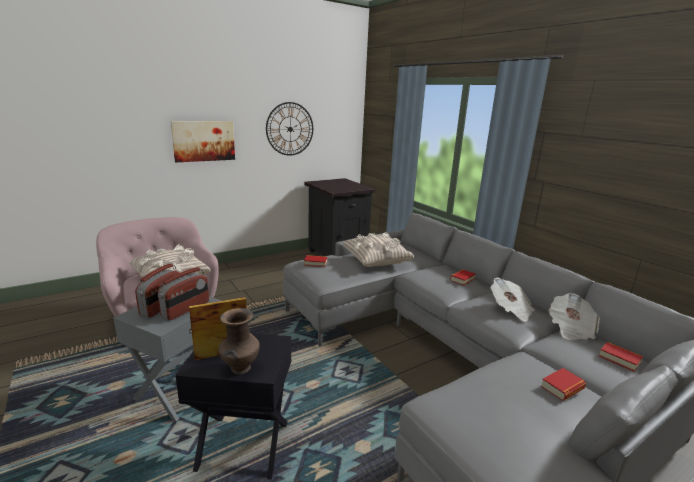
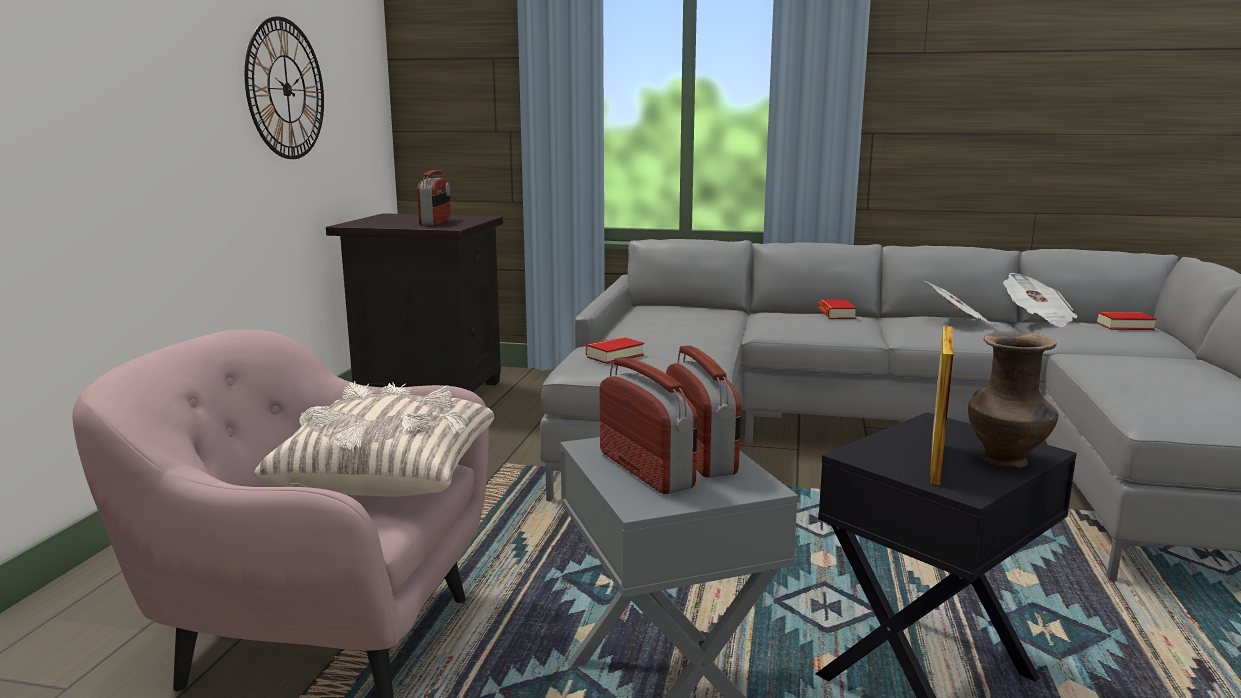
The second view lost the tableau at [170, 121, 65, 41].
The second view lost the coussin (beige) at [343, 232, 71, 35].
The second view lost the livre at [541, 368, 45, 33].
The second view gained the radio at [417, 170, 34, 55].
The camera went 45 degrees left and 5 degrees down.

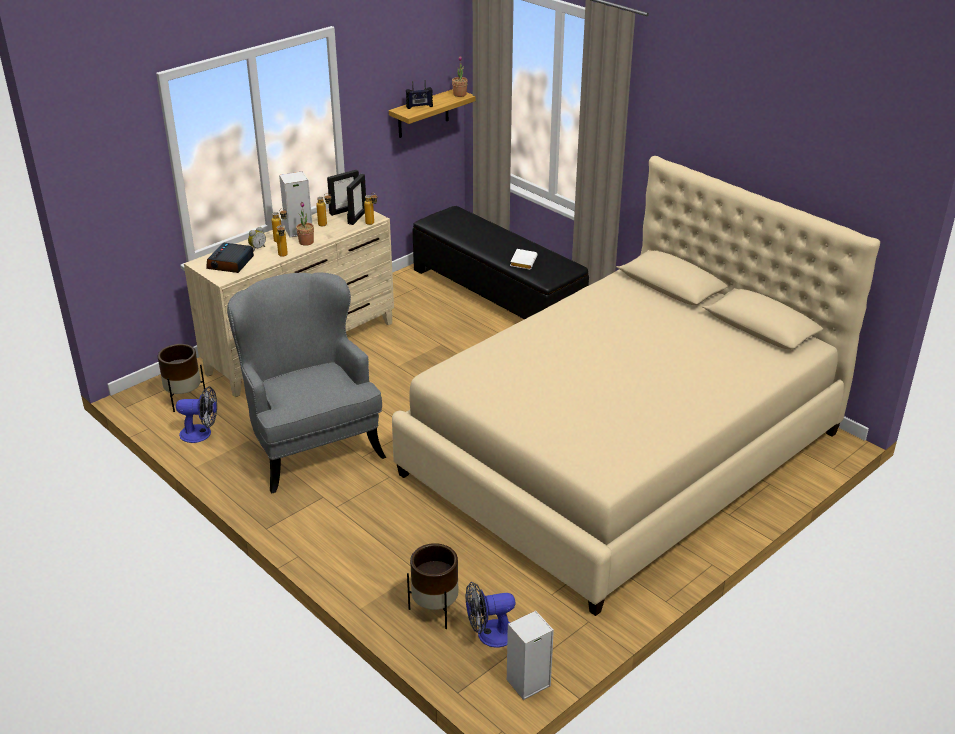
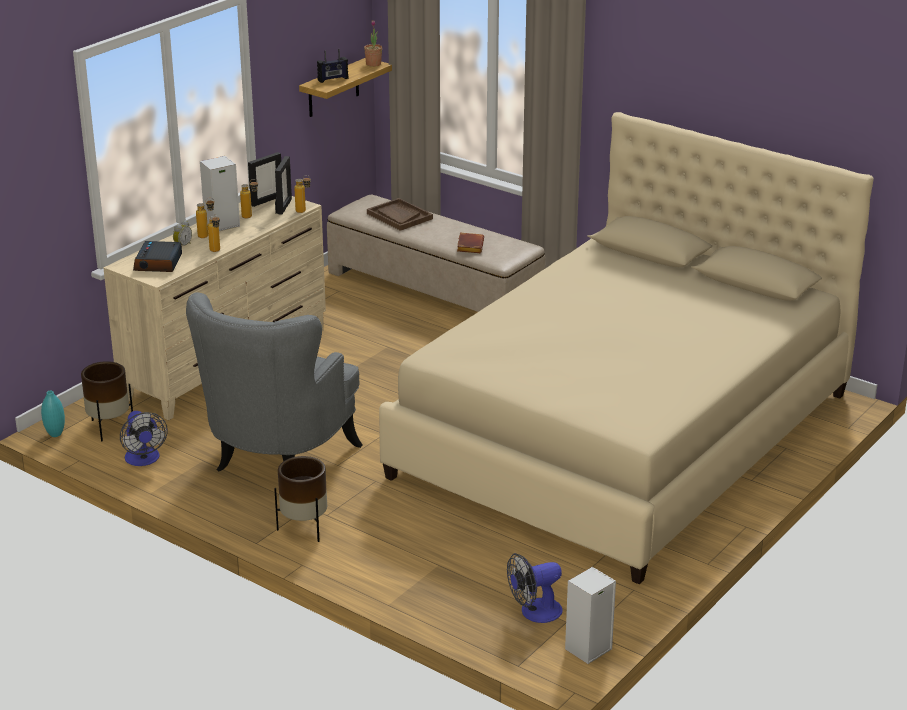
The second view lost the plante en pot at [296, 202, 18, 44].
The second view gained the vase (turquoise) at [41, 391, 24, 46].
The second view gained the plateau (marron) at [367, 198, 66, 33].
The cache-pot (marron) ended up elsewhere, having gone from [407, 543, 52, 86] to [274, 456, 53, 86].
What was the banc (noir) at [412, 206, 177, 113] turned into the banc (beige) at [327, 195, 219, 117].
What was the livre (blanc) at [510, 249, 28, 21] turned into the livre (marron) at [457, 233, 27, 20].
The ventilateur at [176, 386, 41, 57] ended up facing another way, 75 degrees clockwise from before.
The fauteuil (gris) at [227, 272, 160, 222] ended up facing another way, 120 degrees counterclockwise from before.
The camera went 10 degrees left and 5 degrees down.

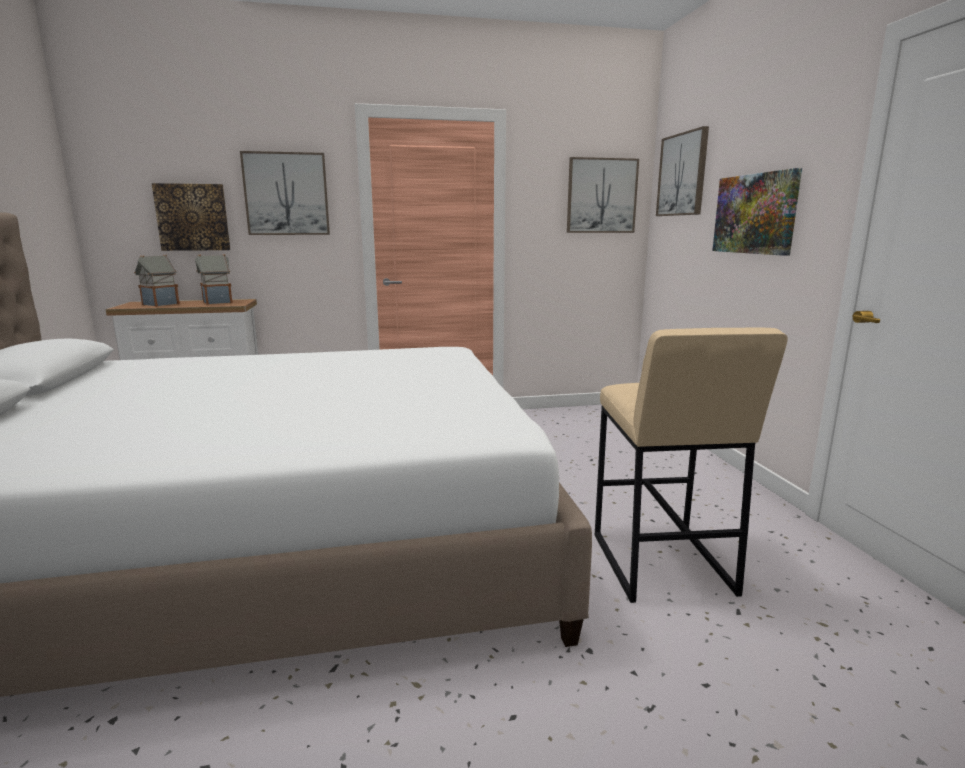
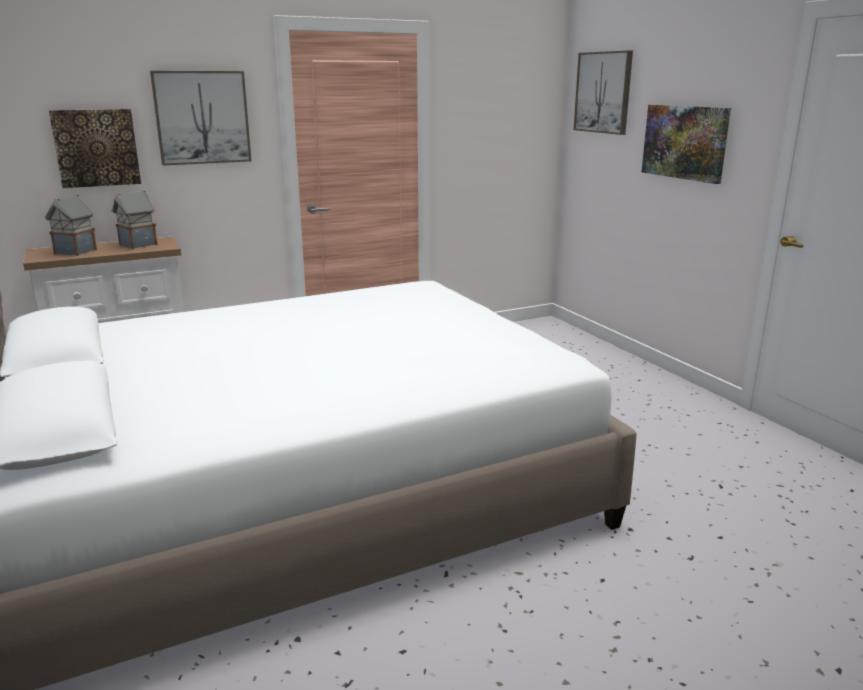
The second view lost the tableau at [567, 157, 72, 76].
The second view lost the tabouret (beige) at [595, 328, 193, 275].
The camera went 15 degrees left and 5 degrees up.

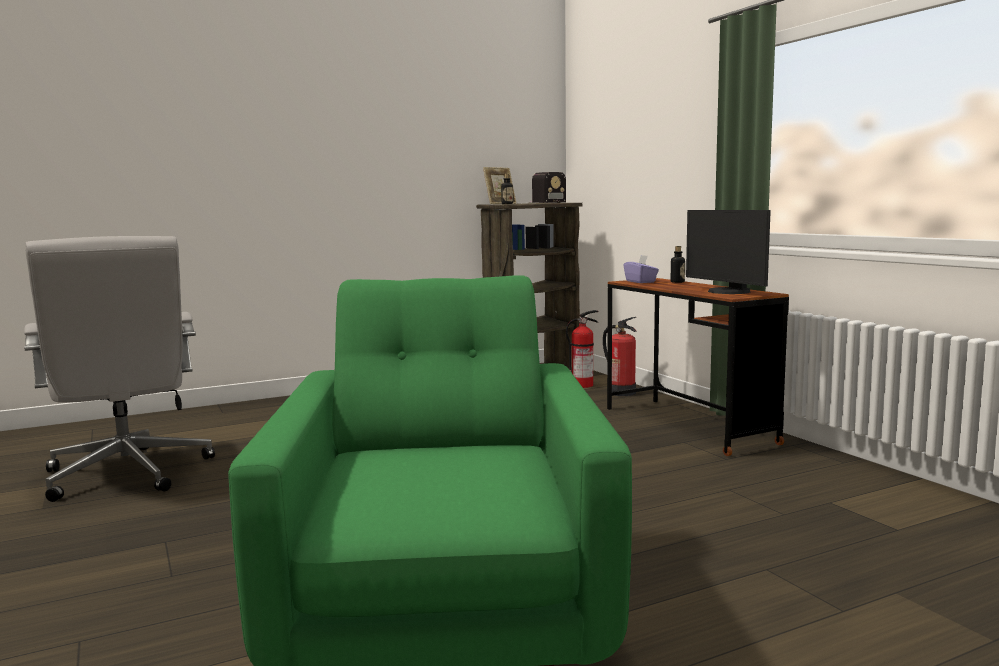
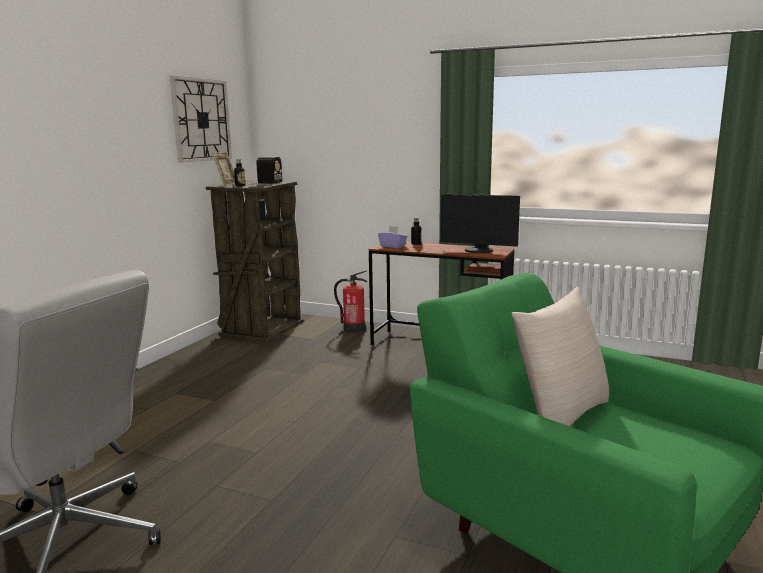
The second view lost the extincteur at [566, 310, 32, 78].
The second view gained the horloge murale at [170, 76, 62, 87].
The second view gained the coussin (beige) at [511, 287, 98, 139].
The camera went 40 degrees left and 5 degrees up.

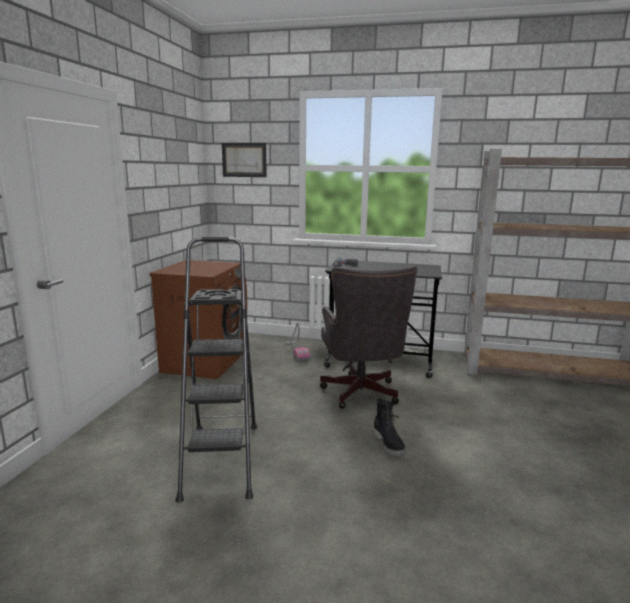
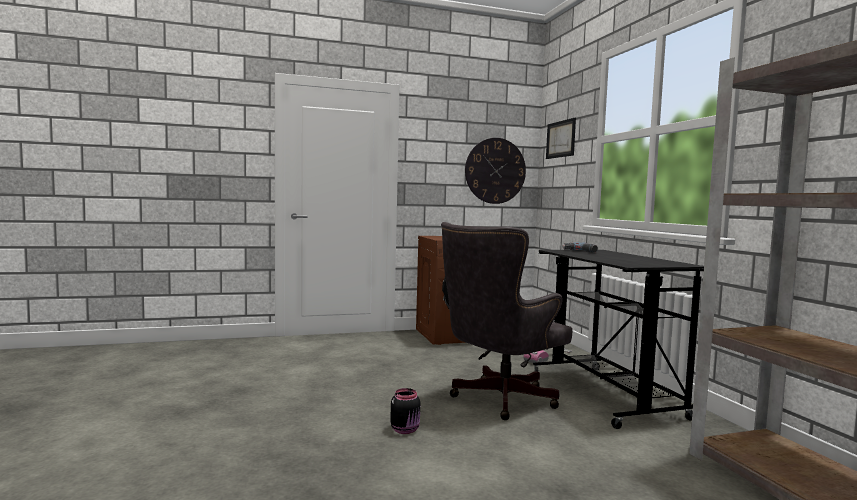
The second view lost the escabeau at [175, 237, 82, 265].
The second view gained the horloge murale at [465, 138, 61, 66].
Where the botte (noir) stood at [374, 398, 31, 58], the bocal (noir) came to stand at [390, 388, 30, 46].
The camera went 60 degrees right and 10 degrees down.

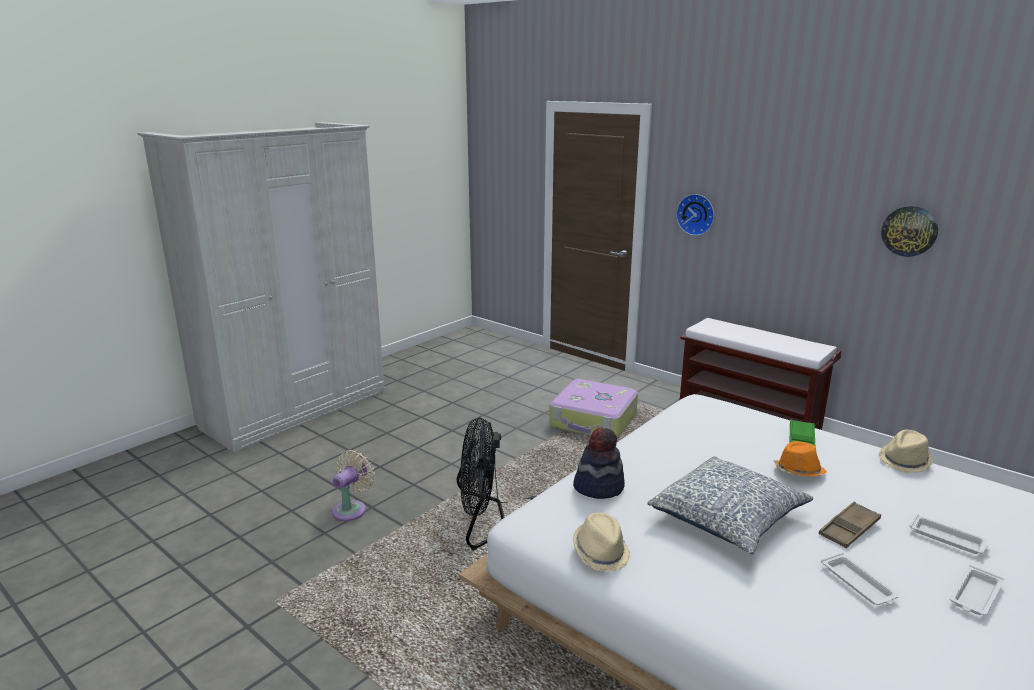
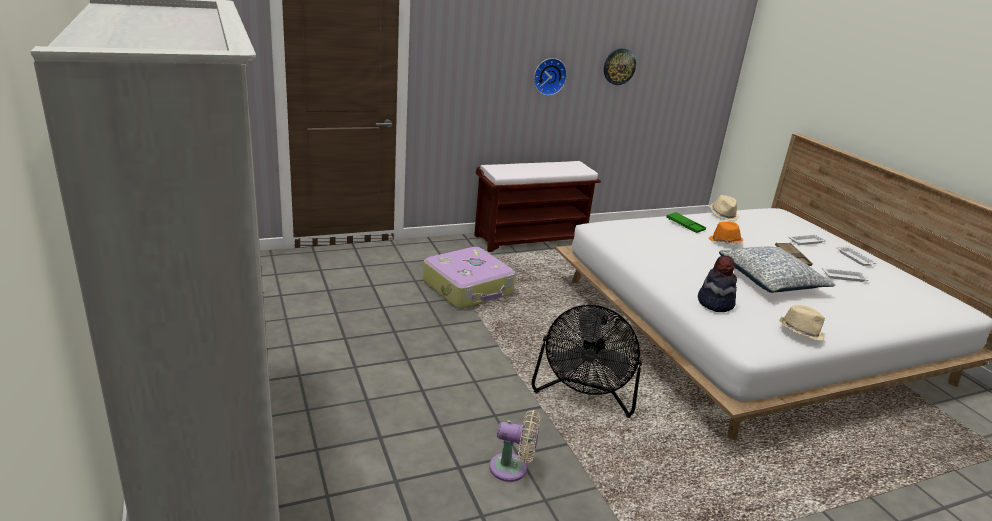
The horloge murale ended up elsewhere, having gone from [676, 194, 38, 42] to [534, 58, 33, 38].
The ventilateur (beige) at [332, 450, 43, 71] ended up facing another way, 135 degrees clockwise from before.
The camera went 65 degrees left and 5 degrees up.

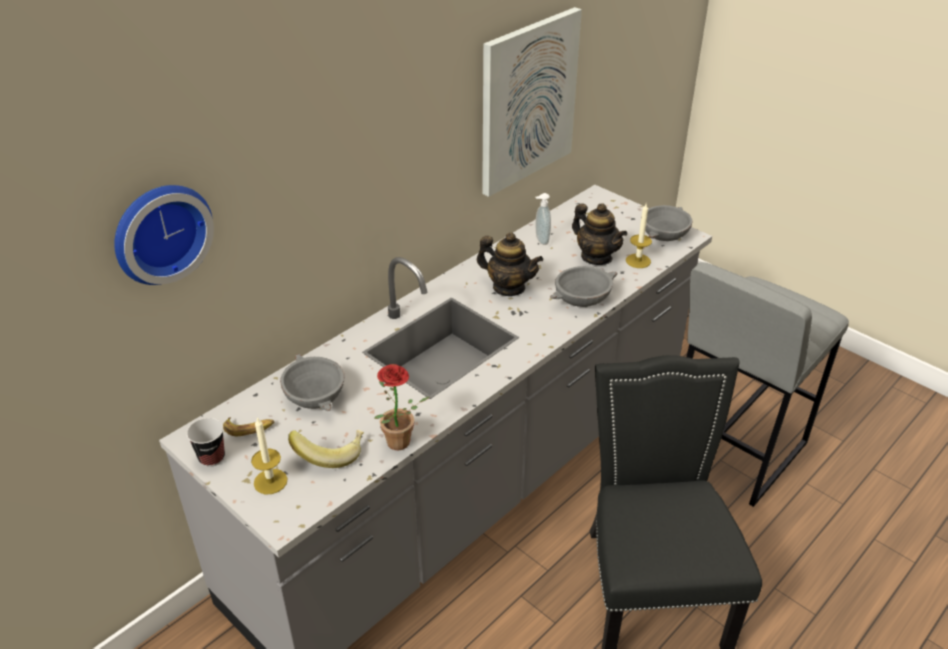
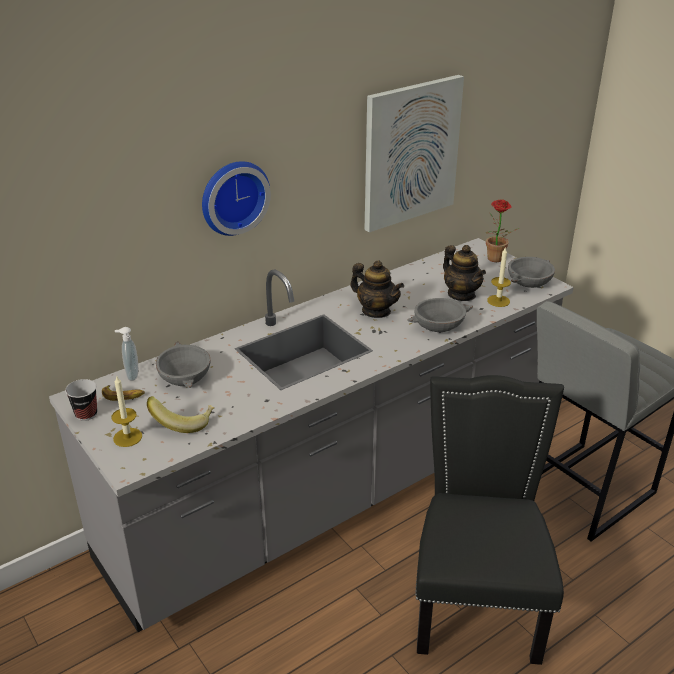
The horloge murale ended up elsewhere, having gone from [114, 185, 100, 100] to [202, 161, 69, 75].
The plante en pot ended up elsewhere, having gone from [374, 364, 56, 86] to [486, 199, 33, 63].
The distributeur de savon ended up elsewhere, having gone from [536, 193, 15, 52] to [115, 327, 23, 54].
The camera went 10 degrees right and 5 degrees down.

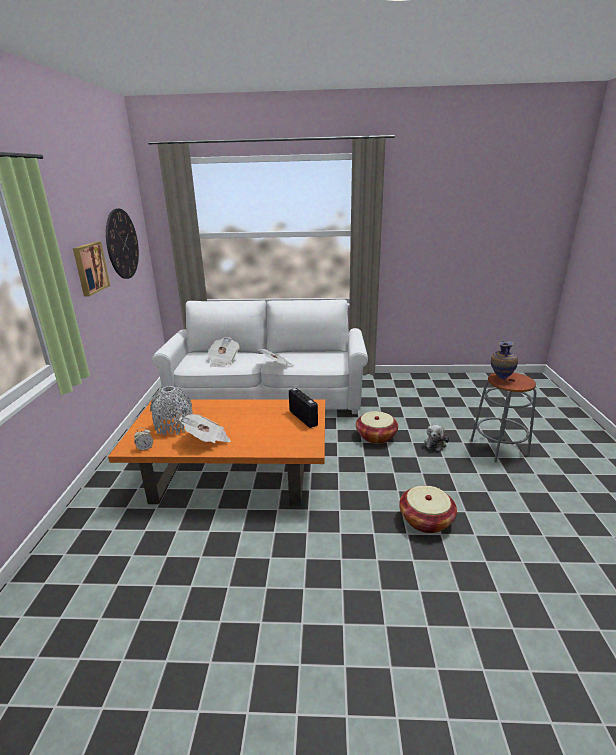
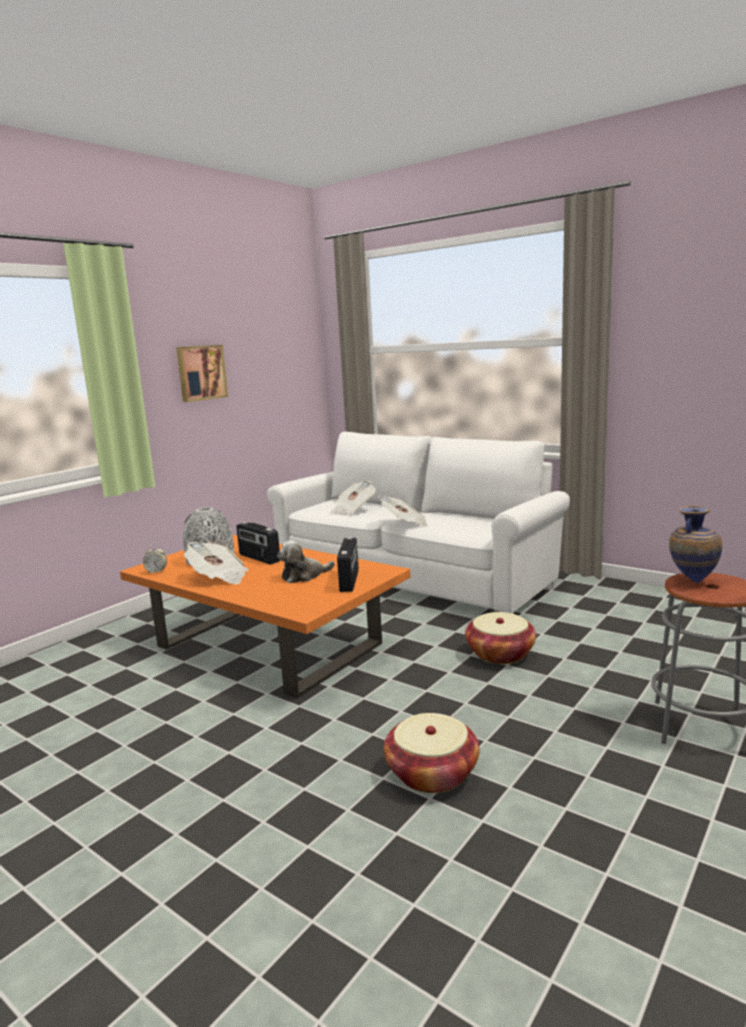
The second view lost the horloge murale at [106, 209, 33, 70].
The second view gained the radio at [236, 522, 44, 42].
The peluche ended up elsewhere, having gone from [424, 425, 25, 26] to [277, 540, 58, 43].
The camera went 35 degrees right and 10 degrees down.

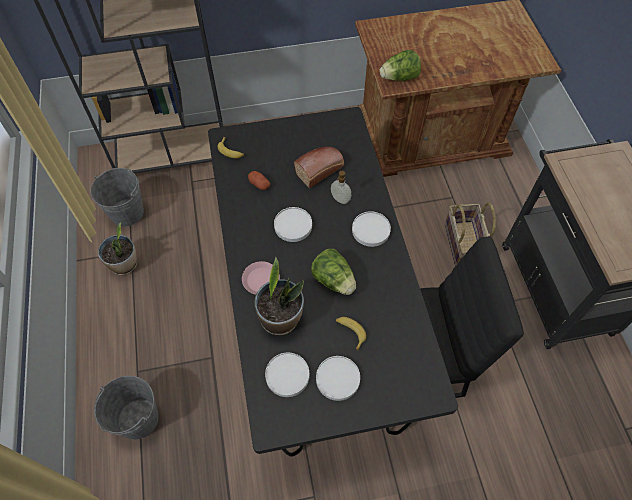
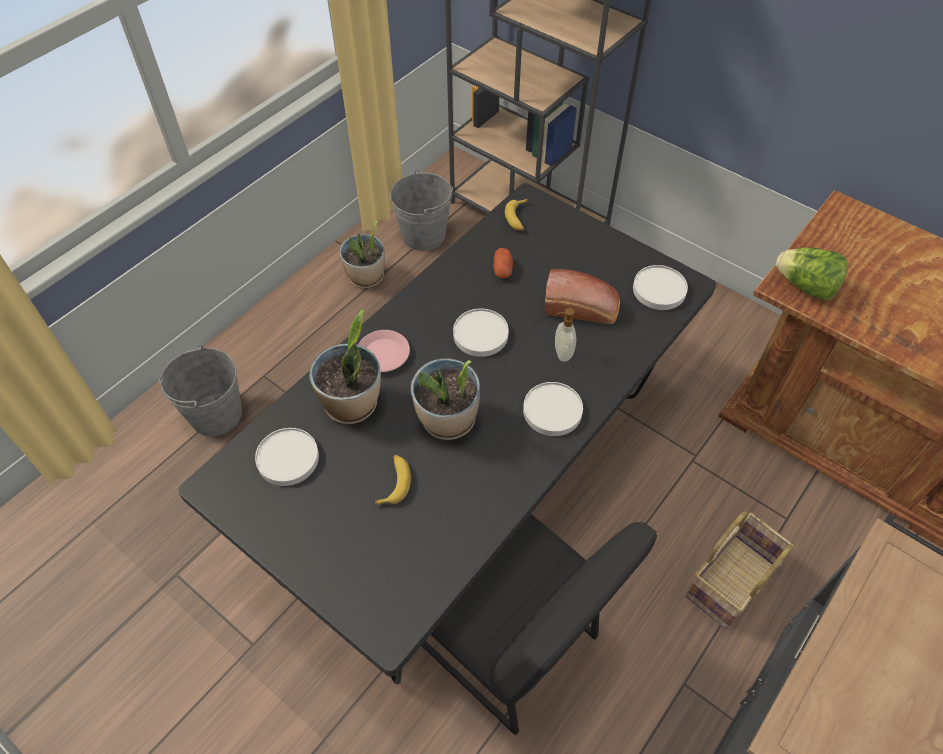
The assiette (blanc) ended up elsewhere, having gone from [316, 356, 44, 45] to [633, 265, 55, 45].
Where the laitue stood at [311, 249, 45, 46], the plante en pot came to stand at [411, 358, 69, 82].
The camera went 50 degrees right and 5 degrees down.

